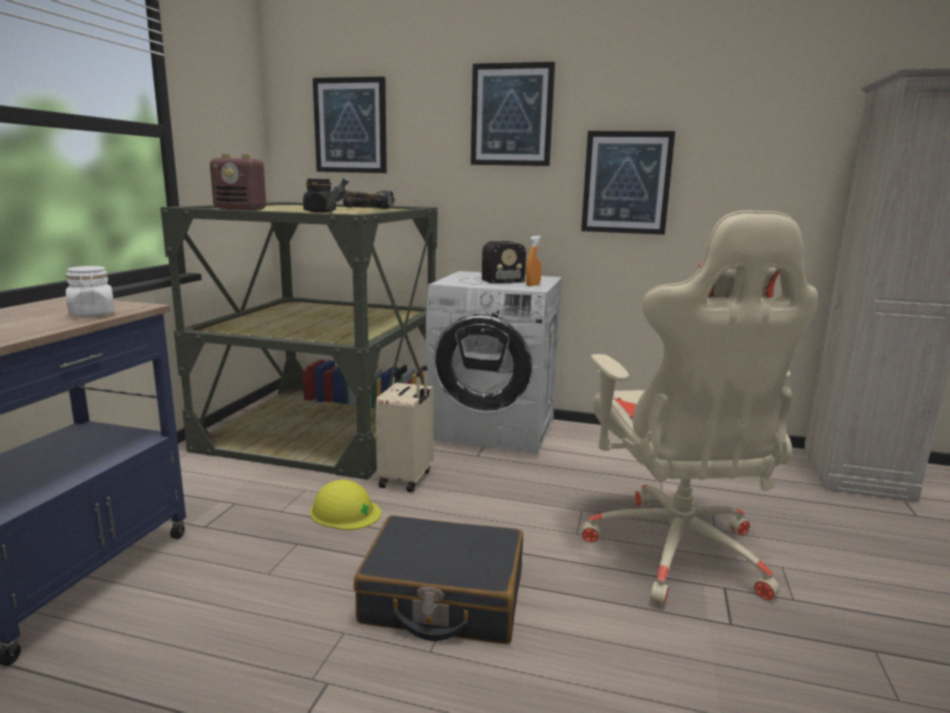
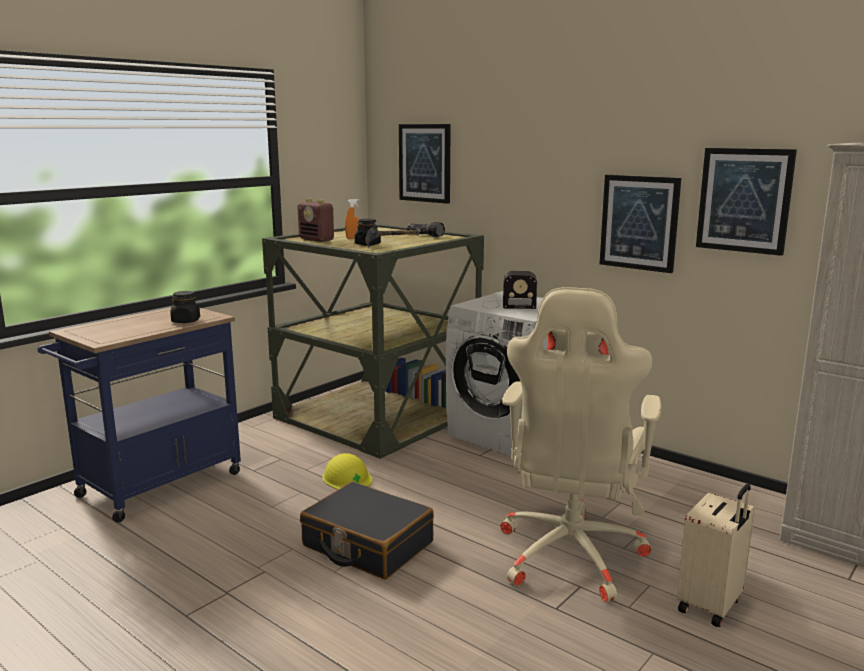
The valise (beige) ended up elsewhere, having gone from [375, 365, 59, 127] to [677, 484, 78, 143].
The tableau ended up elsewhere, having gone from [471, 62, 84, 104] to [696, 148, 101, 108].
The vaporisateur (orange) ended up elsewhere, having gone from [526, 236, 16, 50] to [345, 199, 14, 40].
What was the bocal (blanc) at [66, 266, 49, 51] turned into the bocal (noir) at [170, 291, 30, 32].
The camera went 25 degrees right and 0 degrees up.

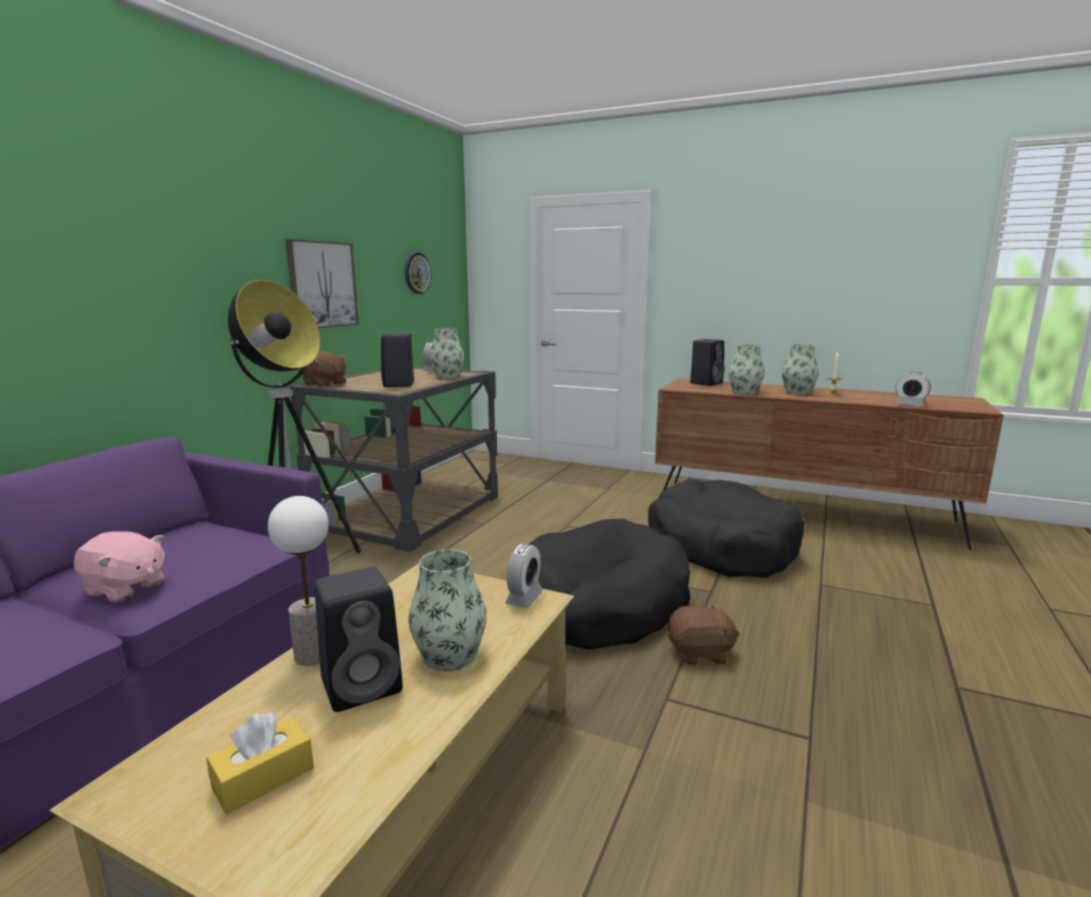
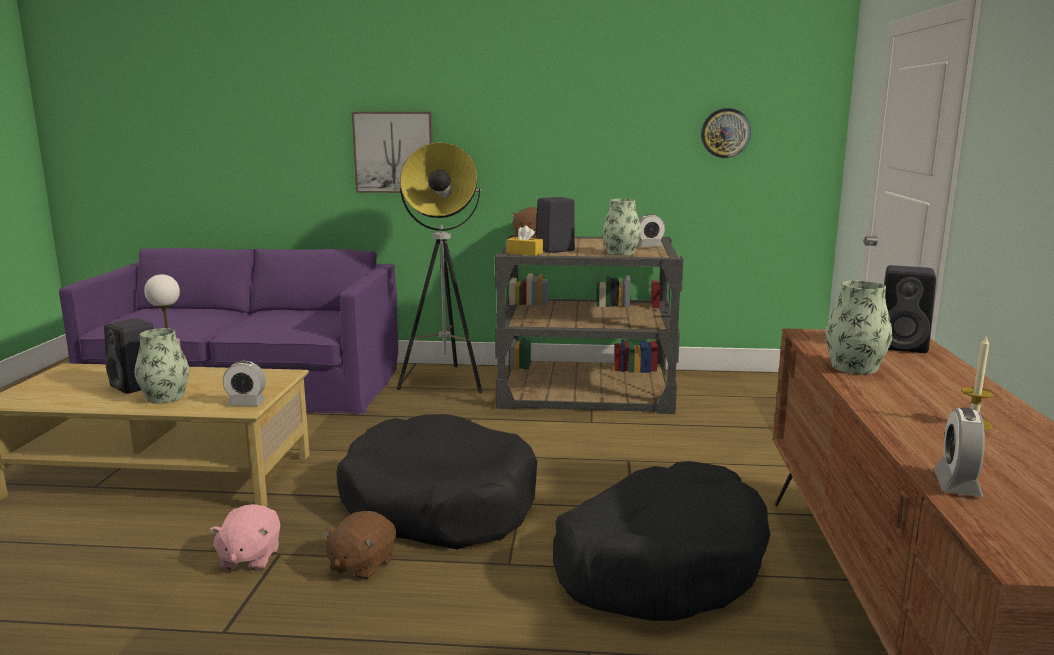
The second view lost the vase at [782, 344, 37, 51].
The peluche (rose) ended up elsewhere, having gone from [74, 531, 91, 71] to [209, 504, 71, 66].
The boîte à mouchoirs (jaune) ended up elsewhere, having gone from [206, 713, 108, 102] to [507, 225, 36, 31].
The tableau ended up elsewhere, having gone from [286, 239, 73, 89] to [352, 112, 81, 81].
The peluche (marron) at [667, 604, 73, 61] ended up facing another way, 45 degrees clockwise from before.
The camera went 70 degrees right and 0 degrees up.

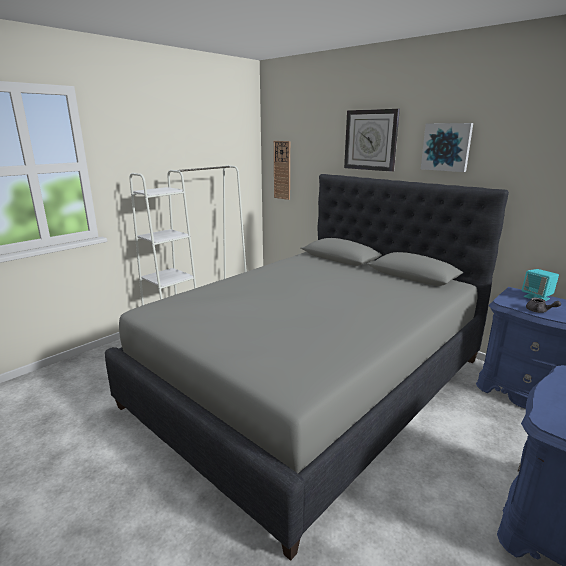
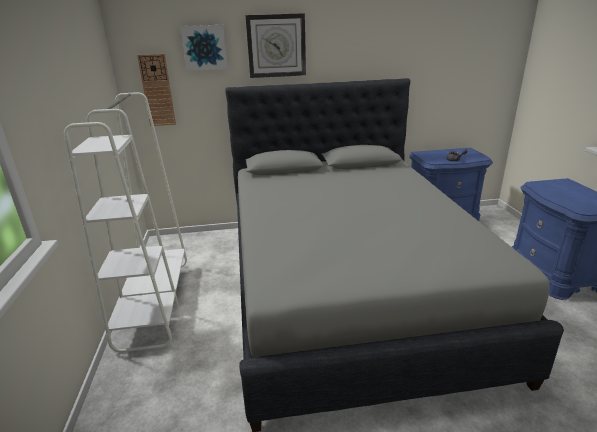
The second view lost the enceinte (turquoise) at [522, 269, 37, 32].
The tableau ended up elsewhere, having gone from [421, 123, 52, 49] to [180, 25, 48, 46].
The camera went 50 degrees left and 5 degrees up.

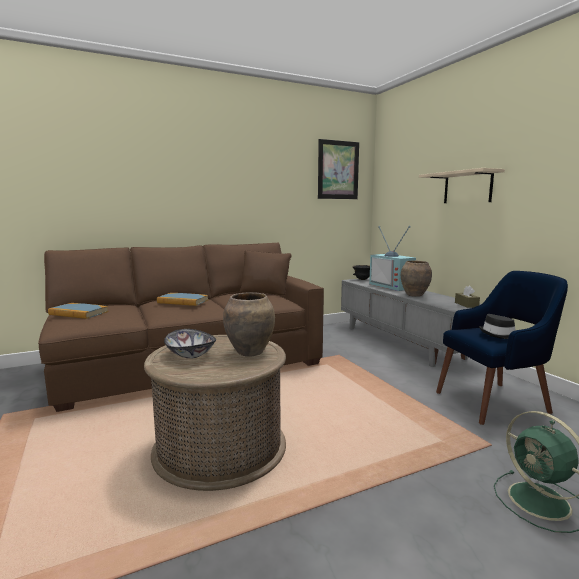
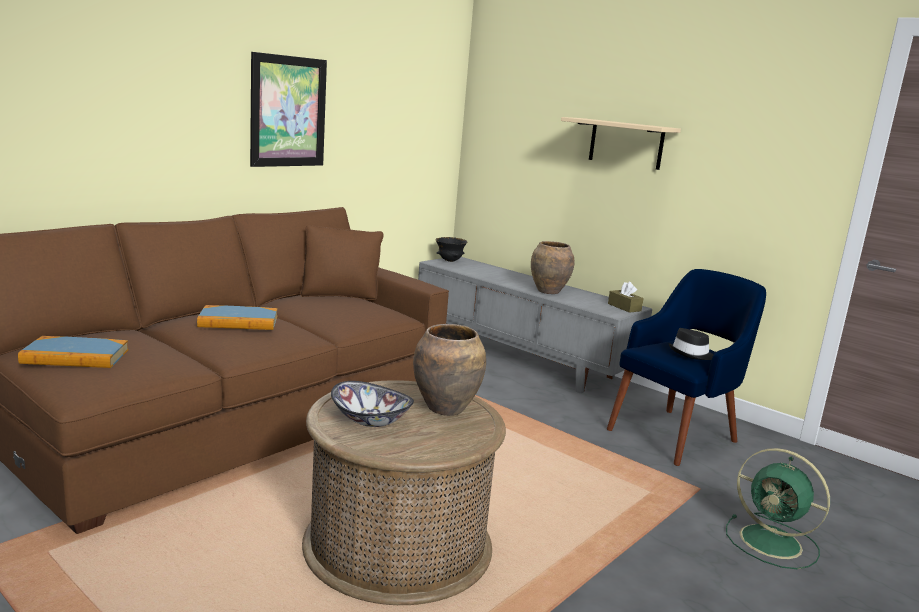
The second view lost the téléviseur at [369, 226, 47, 65].
The tableau ended up elsewhere, having gone from [318, 139, 41, 60] to [250, 52, 77, 115].
The camera went 25 degrees left and 5 degrees up.

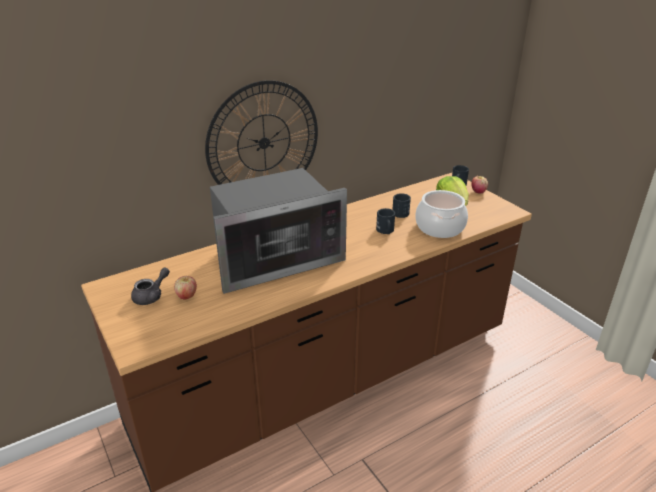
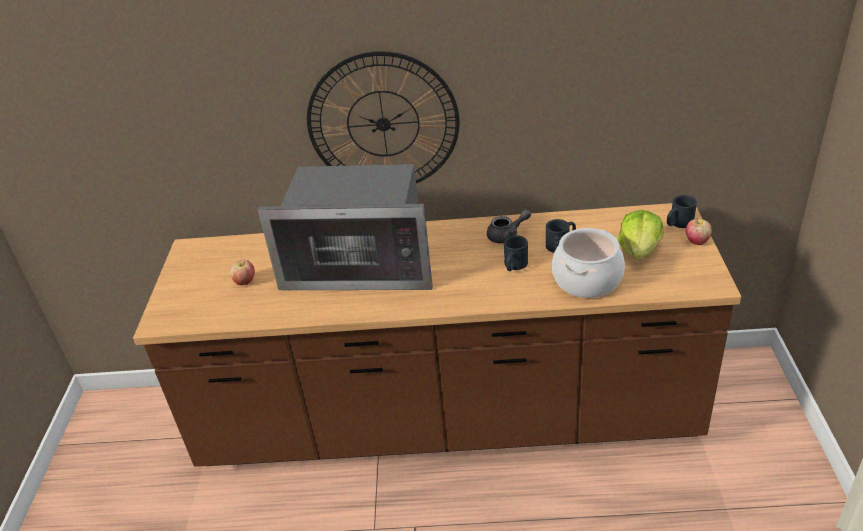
The théière (gris) ended up elsewhere, having gone from [131, 268, 39, 37] to [487, 209, 44, 34].
The camera went 35 degrees right and 5 degrees up.

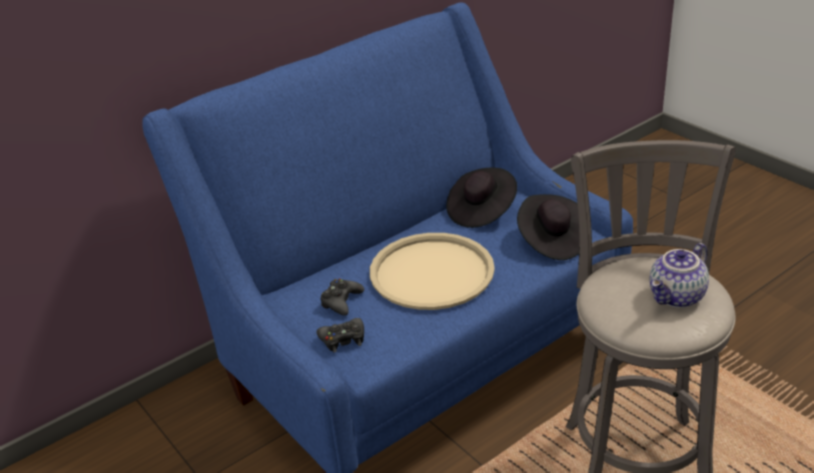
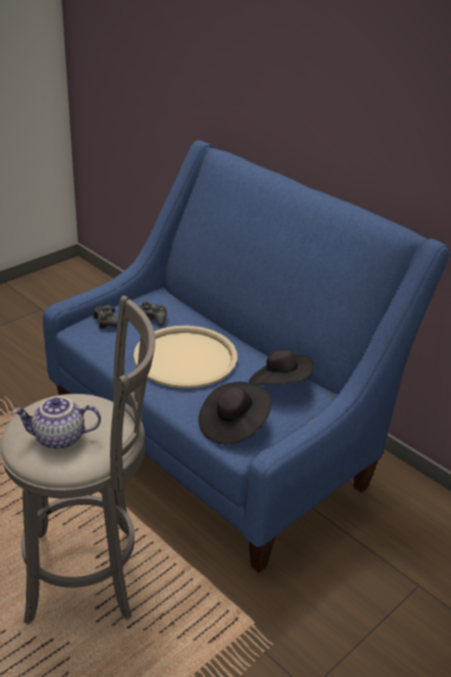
The théière at [650, 243, 59, 65] ended up facing another way, 45 degrees counterclockwise from before.
The camera went 80 degrees right and 0 degrees up.

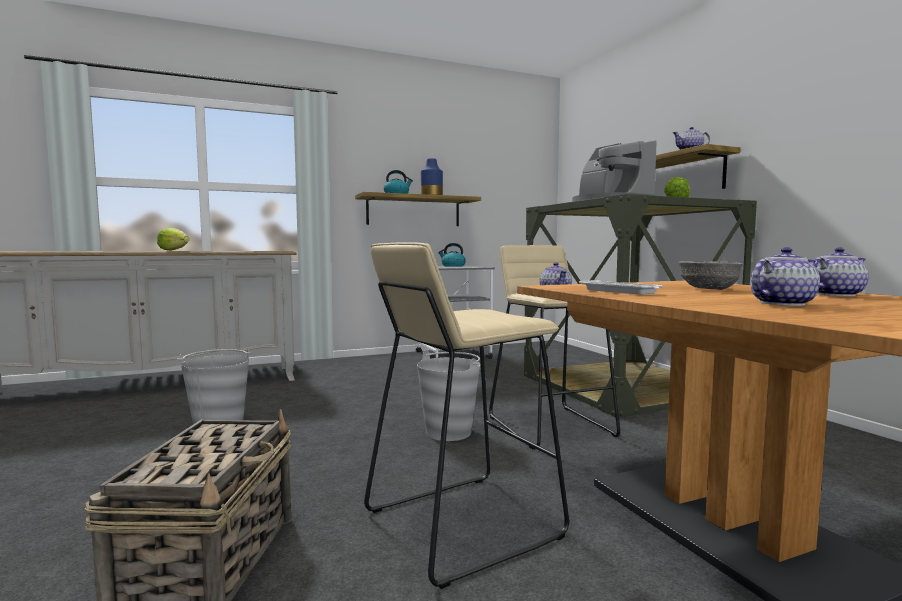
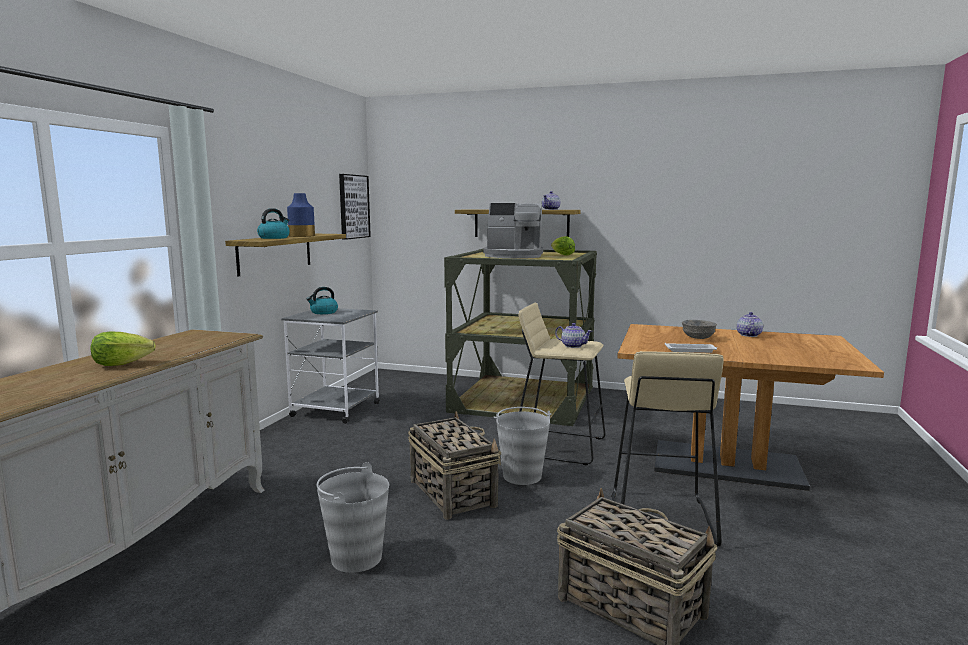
The second view lost the théière at [751, 247, 69, 59].
The second view gained the tableau at [339, 174, 32, 66].
The second view gained the panier at [408, 411, 94, 109].
The camera went 50 degrees left and 5 degrees up.

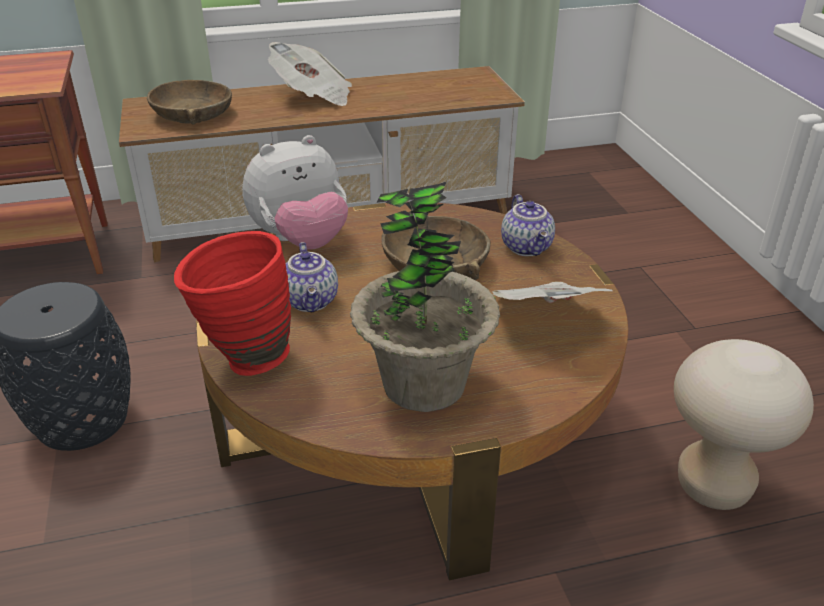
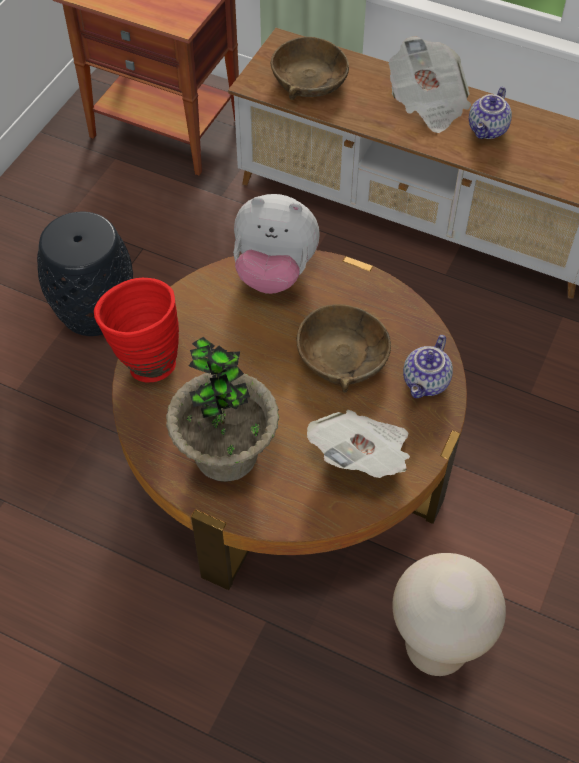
The théière ended up elsewhere, having gone from [286, 242, 52, 71] to [469, 86, 43, 53].
The camera went 40 degrees right and 20 degrees up.

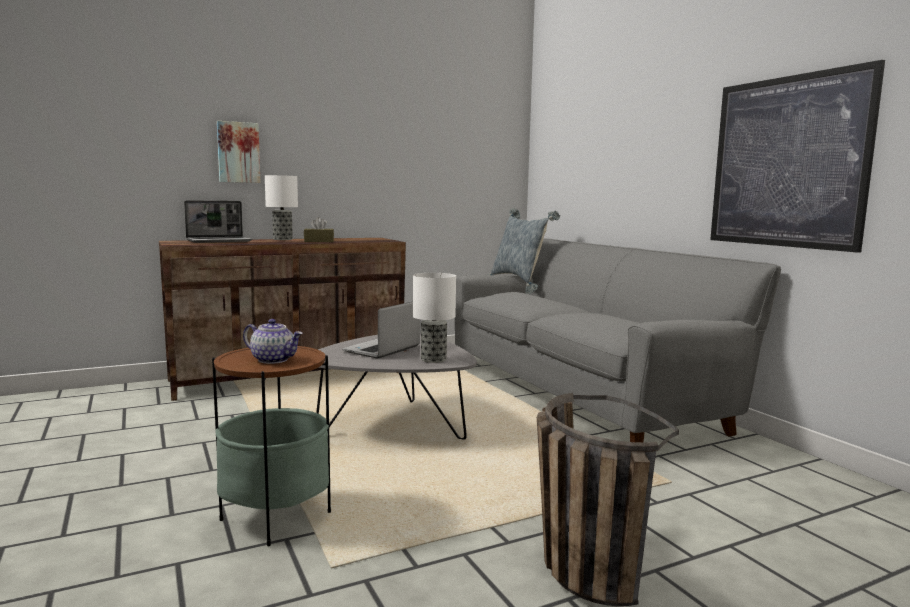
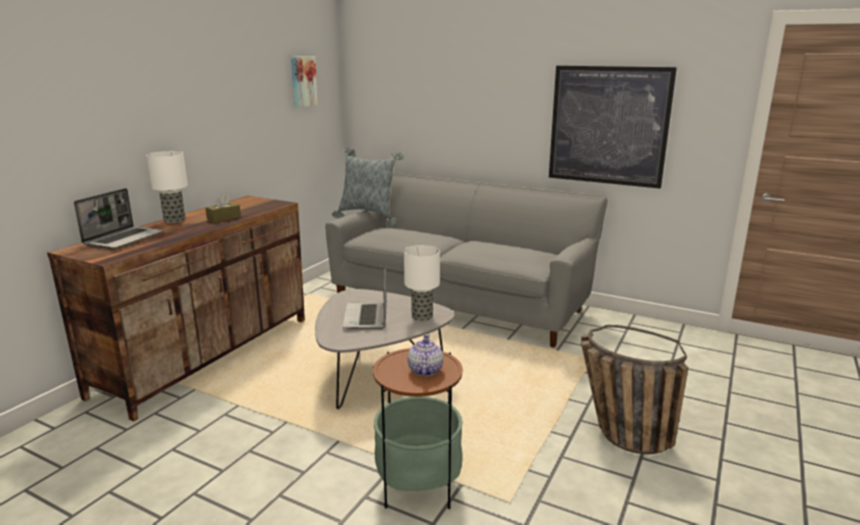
The tableau ended up elsewhere, having gone from [217, 121, 43, 62] to [291, 56, 27, 52].
The théière at [243, 319, 60, 45] ended up facing another way, 75 degrees counterclockwise from before.
The camera went 35 degrees left and 10 degrees up.

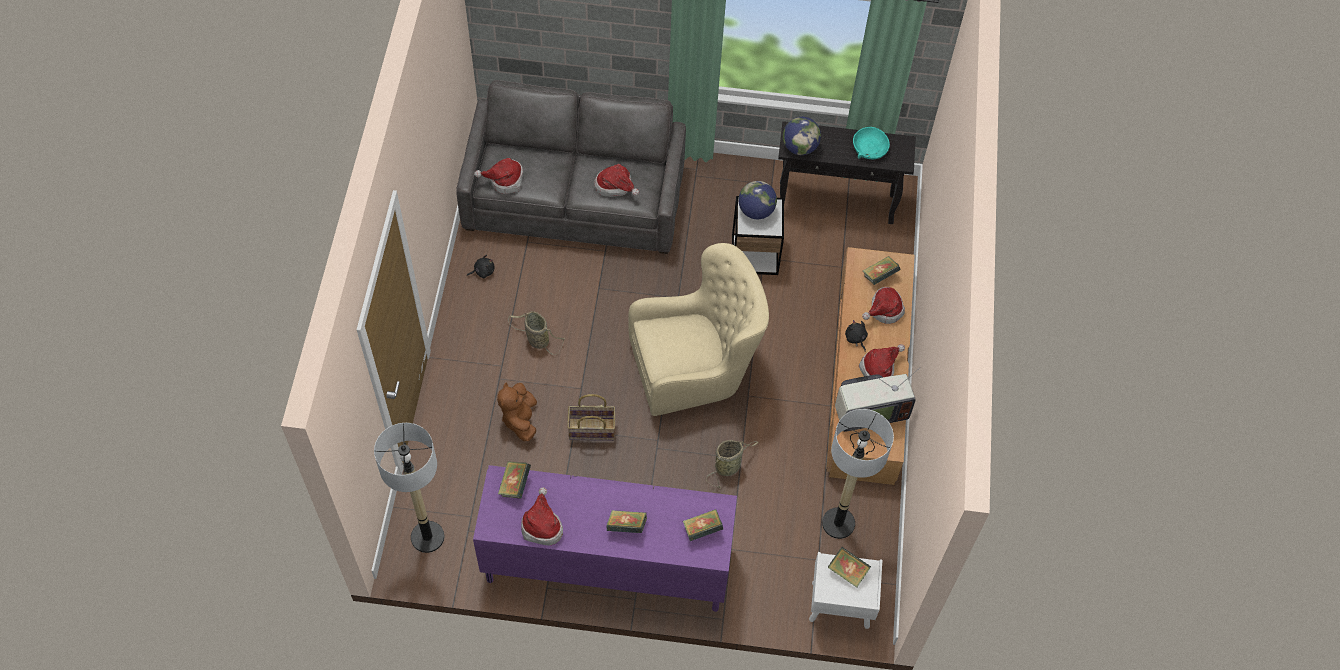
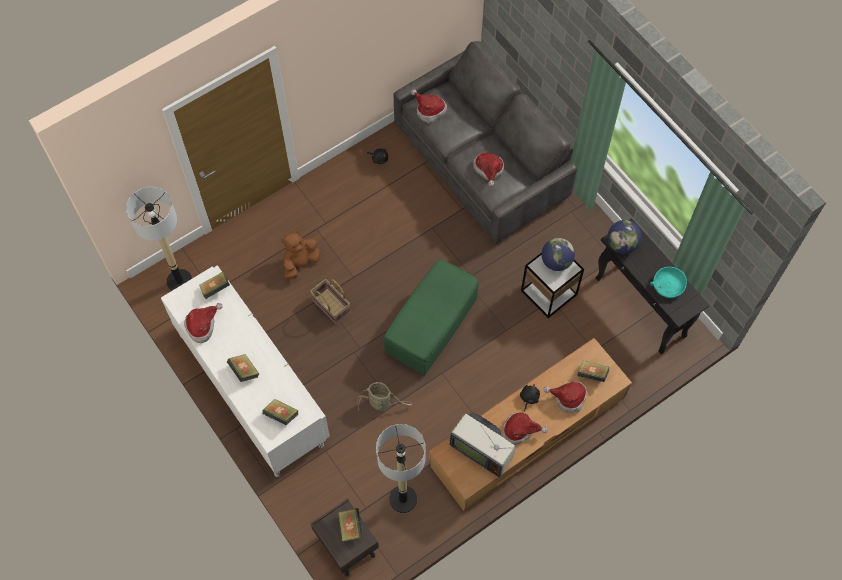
The second view lost the panier at [508, 311, 57, 44].
Where the fauteuil (beige) stood at [628, 243, 141, 173], the pouf (vert) came to stand at [384, 259, 95, 117].
What was the meuble de rangement (violet) at [473, 465, 264, 147] turned into the meuble de rangement (blanc) at [161, 265, 169, 212].
What was the table de chevet (blanc) at [809, 552, 73, 77] turned into the table de chevet (marron) at [311, 498, 68, 78].
The camera went 50 degrees right and 5 degrees up.

